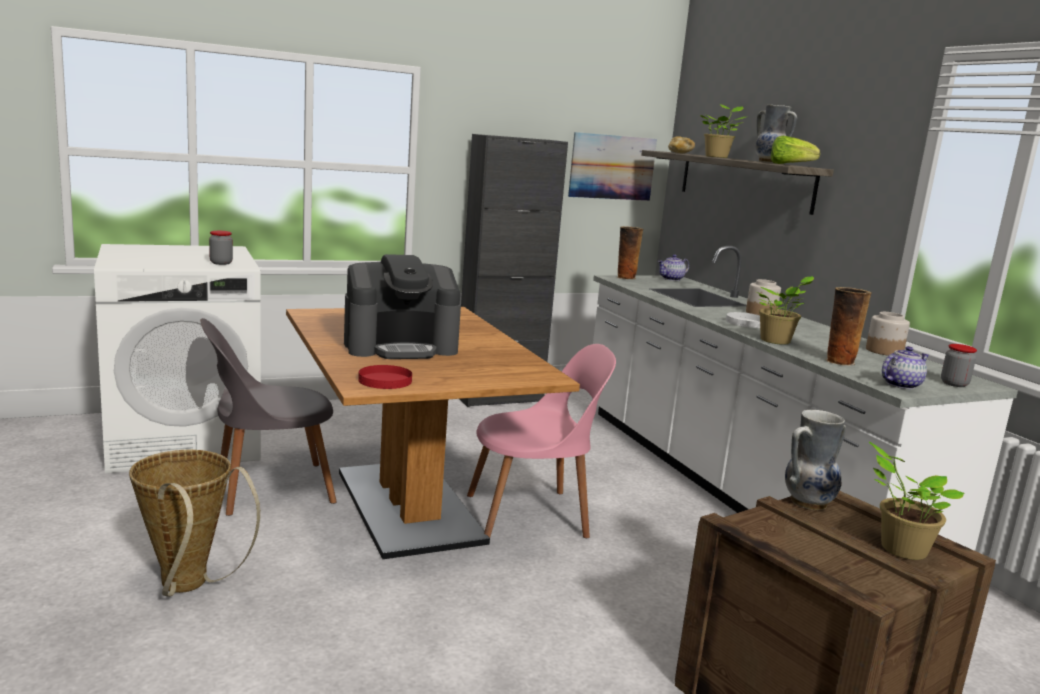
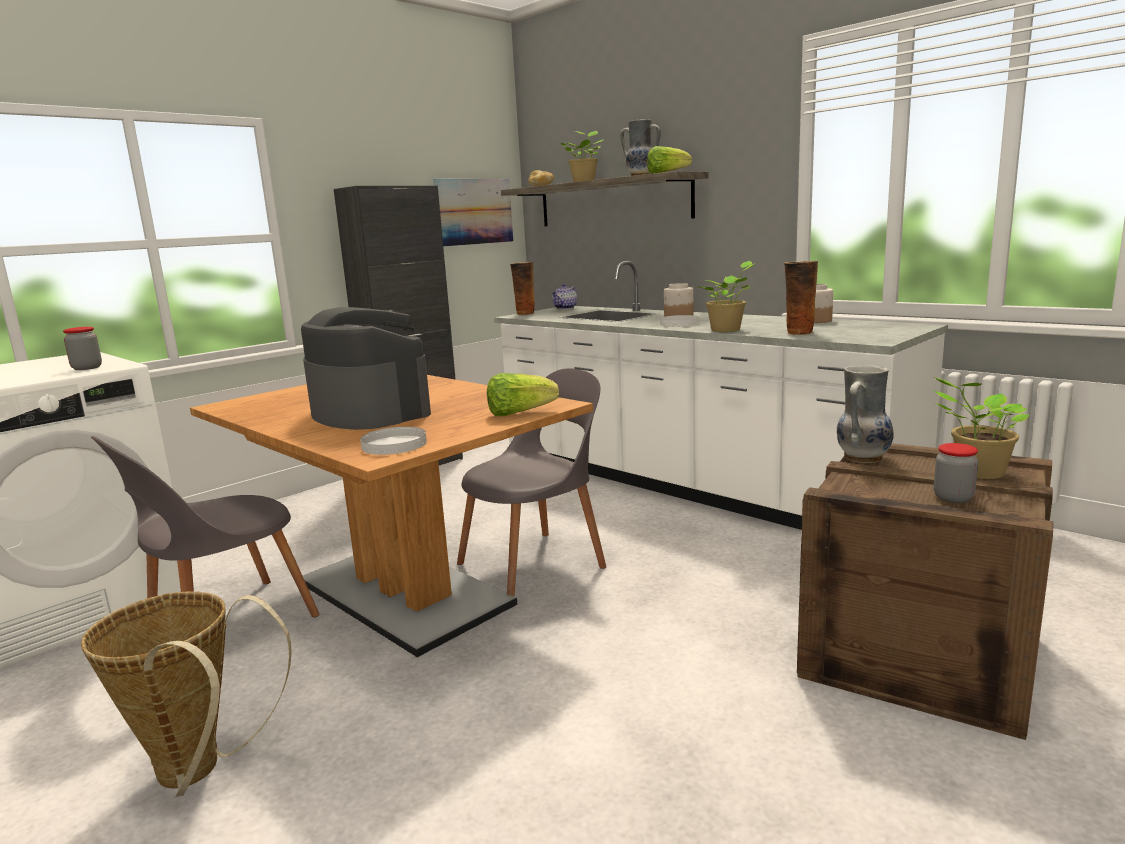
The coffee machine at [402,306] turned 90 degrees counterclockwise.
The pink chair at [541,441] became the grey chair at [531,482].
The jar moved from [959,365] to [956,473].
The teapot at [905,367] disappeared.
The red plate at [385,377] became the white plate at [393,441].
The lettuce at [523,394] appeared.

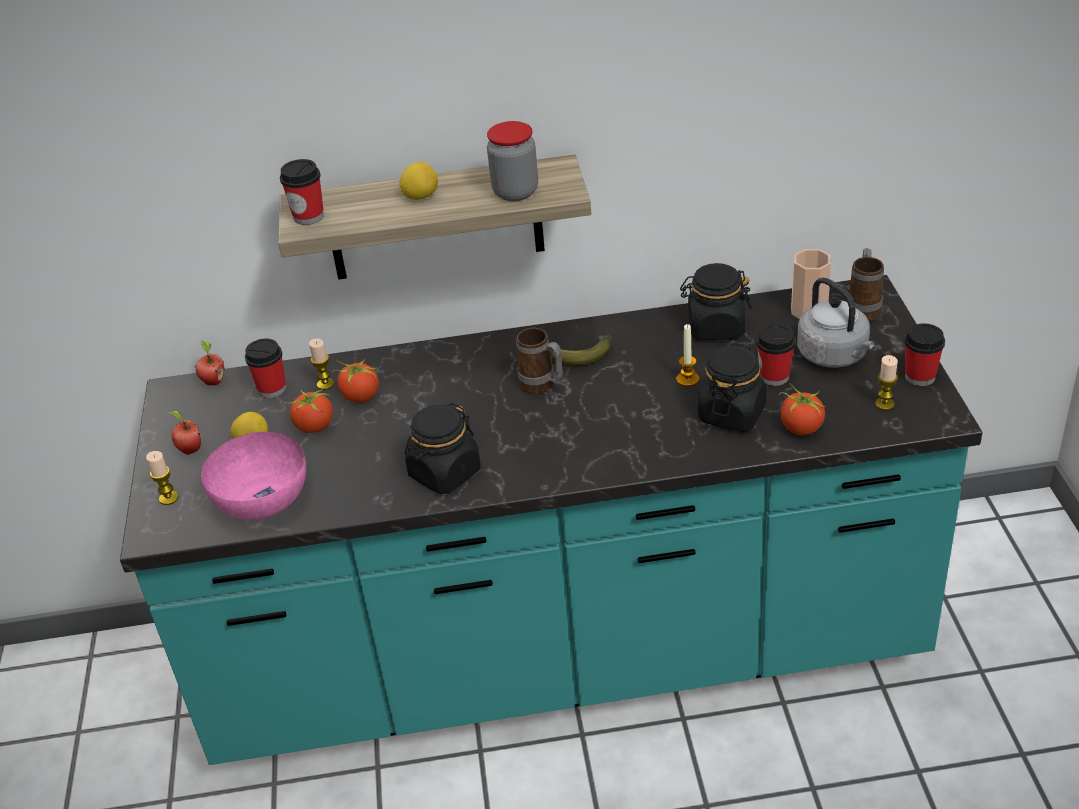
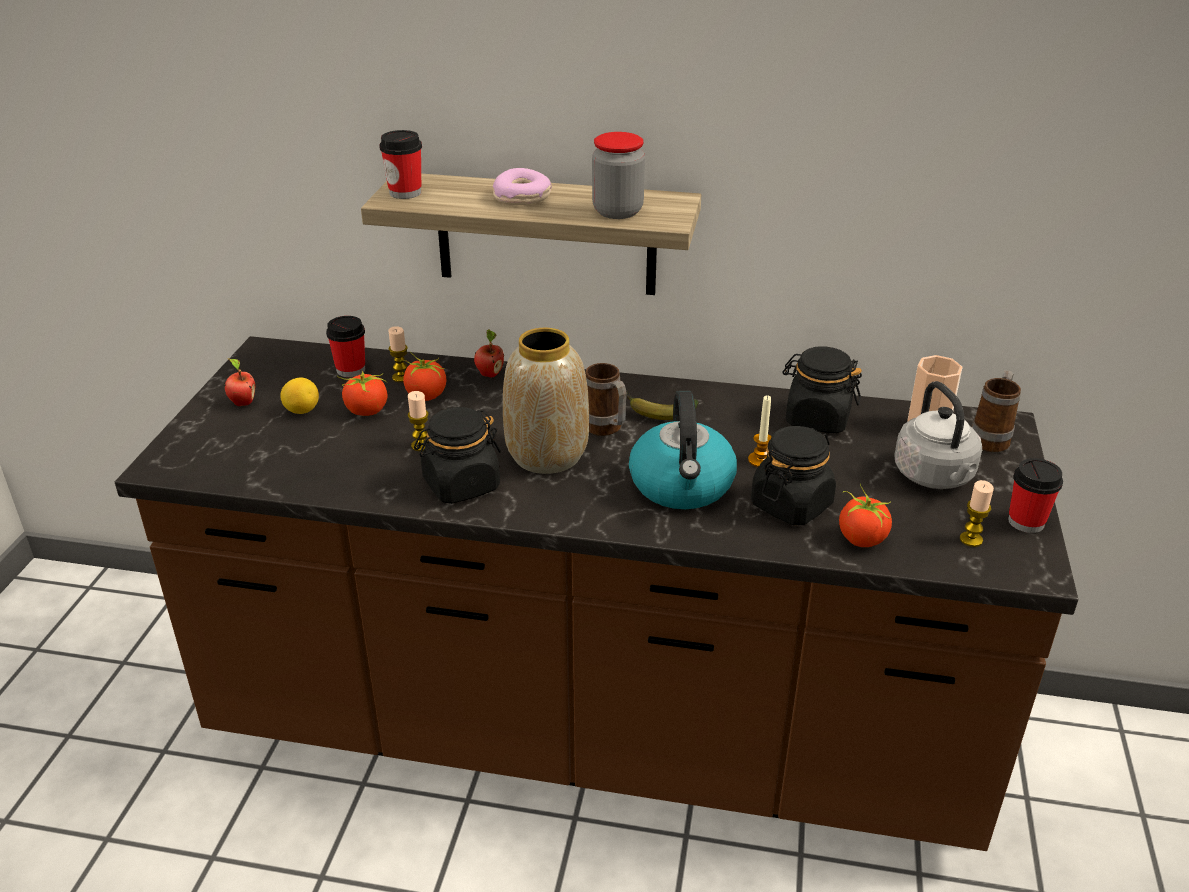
The lemon at [418,181] was replaced by the donut at [522,186].
The turquoise counter at [551,520] became the brown counter at [596,593].
The cup at [775,355] disappeared.
The apple moved from [209,363] to [489,353].
The pink bowl at [253,476] disappeared.
The candle moved from [162,478] to [418,421].
The vase at [546,401] appeared.
The kettle at [683,449] appeared.

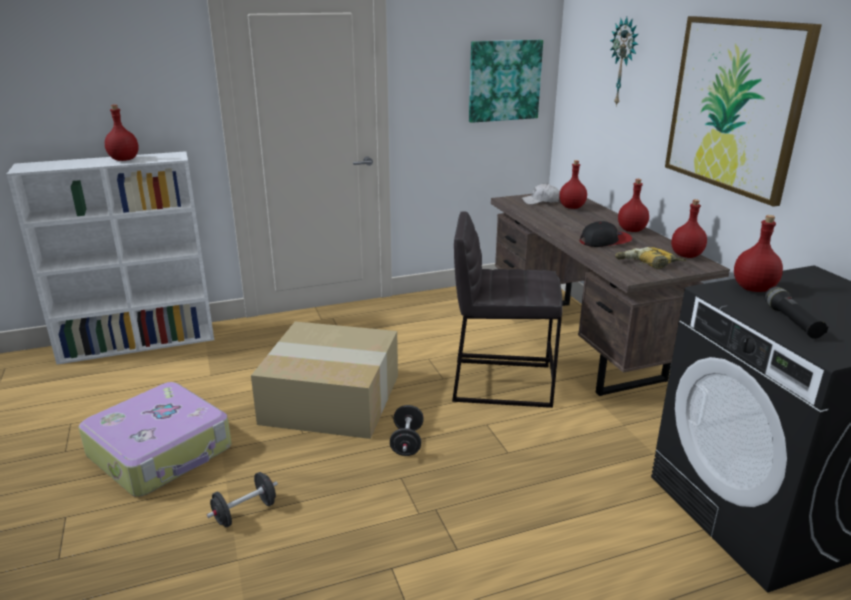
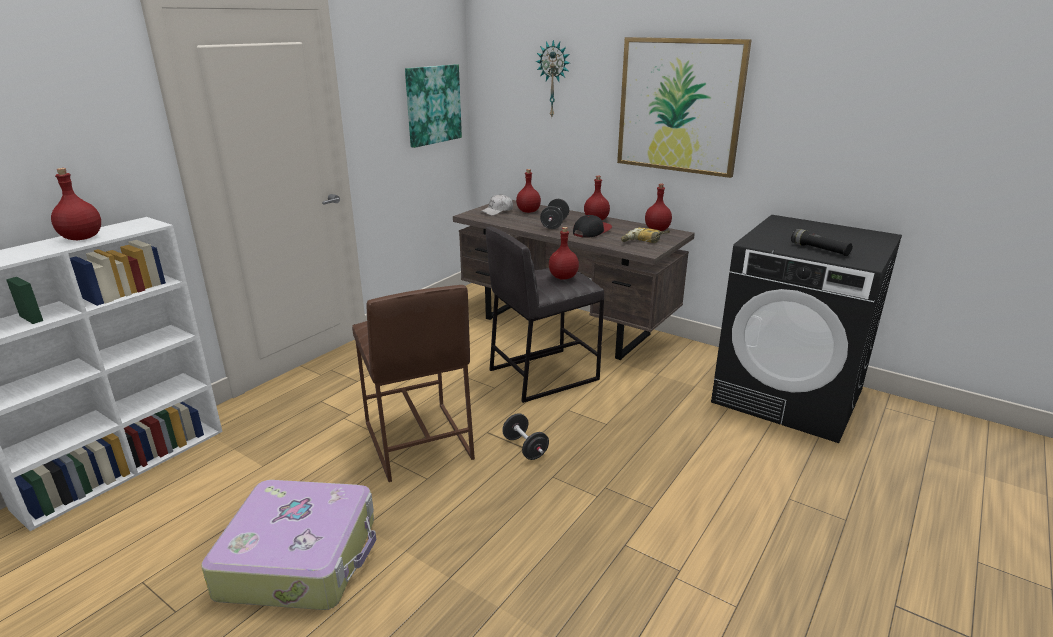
The red bottle moved from [758,253] to [564,253].
The cardboard box at [324,380] was replaced by the brown stool at [413,383].
The black dumbbell moved from [242,499] to [554,214].

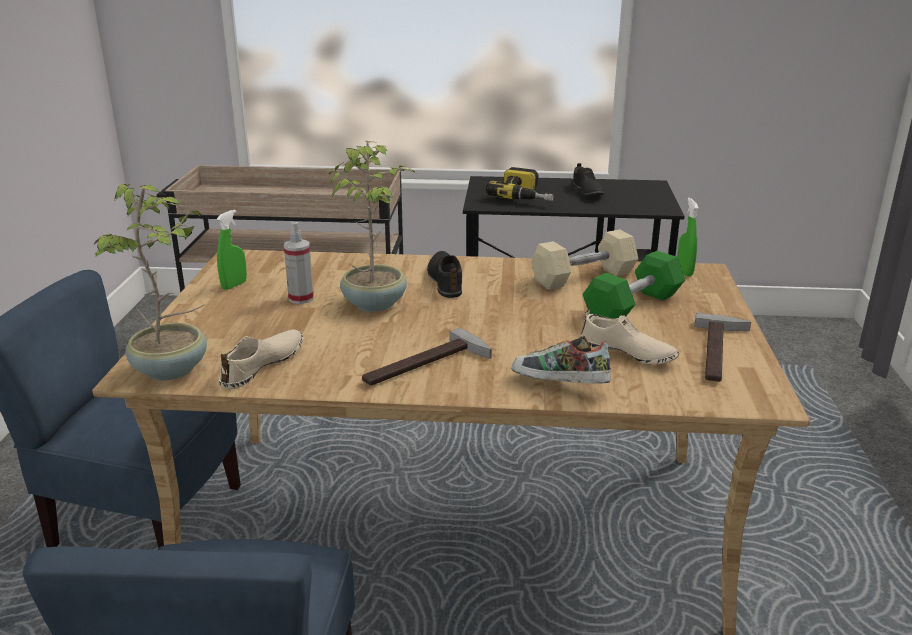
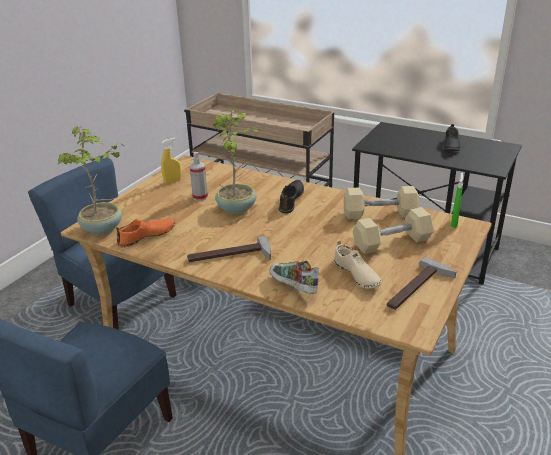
The power drill at [519,184] disappeared.
The green spray bottle at [231,250] became the yellow spray bottle at [171,161].
The green dumbbell at [634,285] became the beige dumbbell at [393,230].
The beige shoe at [260,359] became the orange shoe at [146,233].

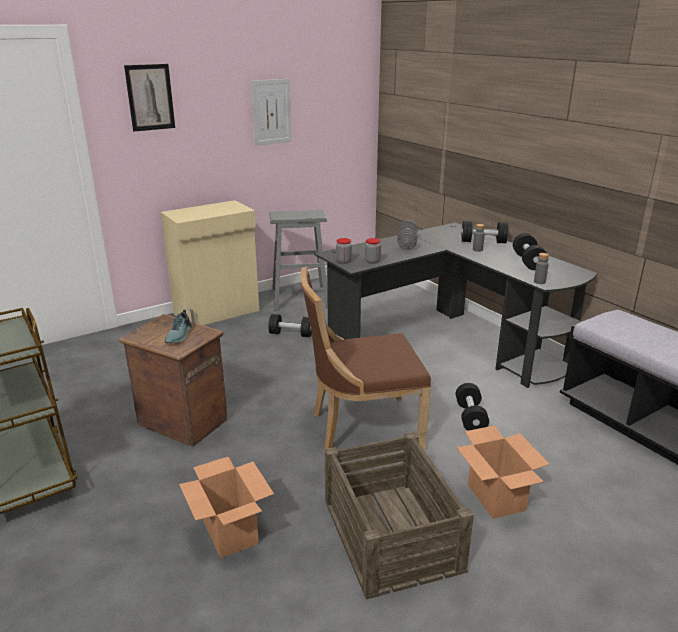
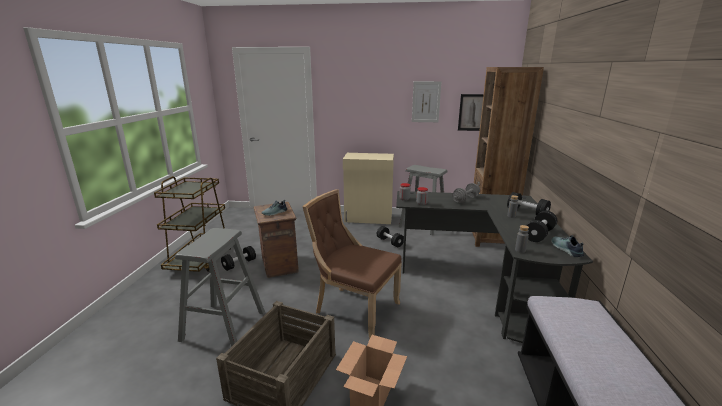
The picture moved from [149,97] to [471,112].
The black dumbbell moved from [472,407] to [238,258].
The cardboard box at [226,507] was replaced by the grey stool at [220,287].
The brown bookcase at [508,157] appeared.
The shoe at [567,246] appeared.

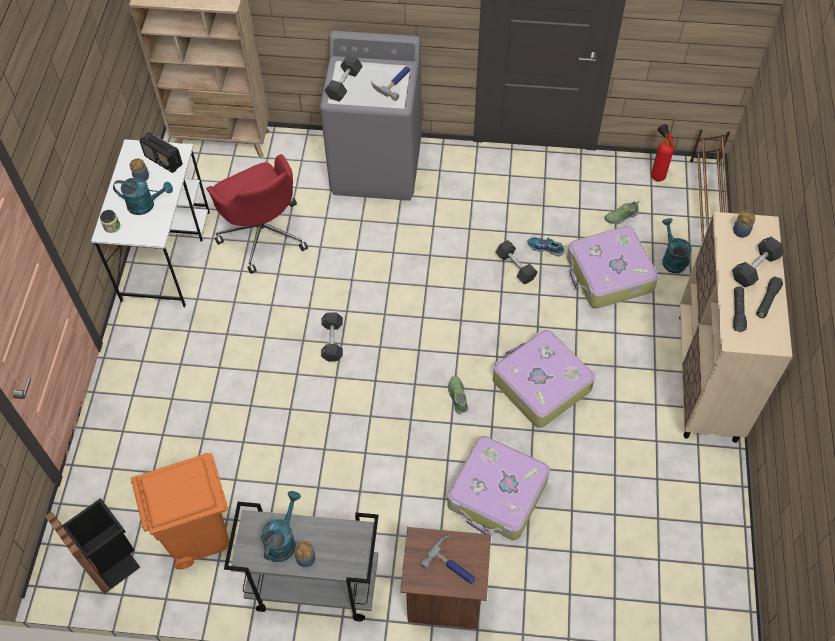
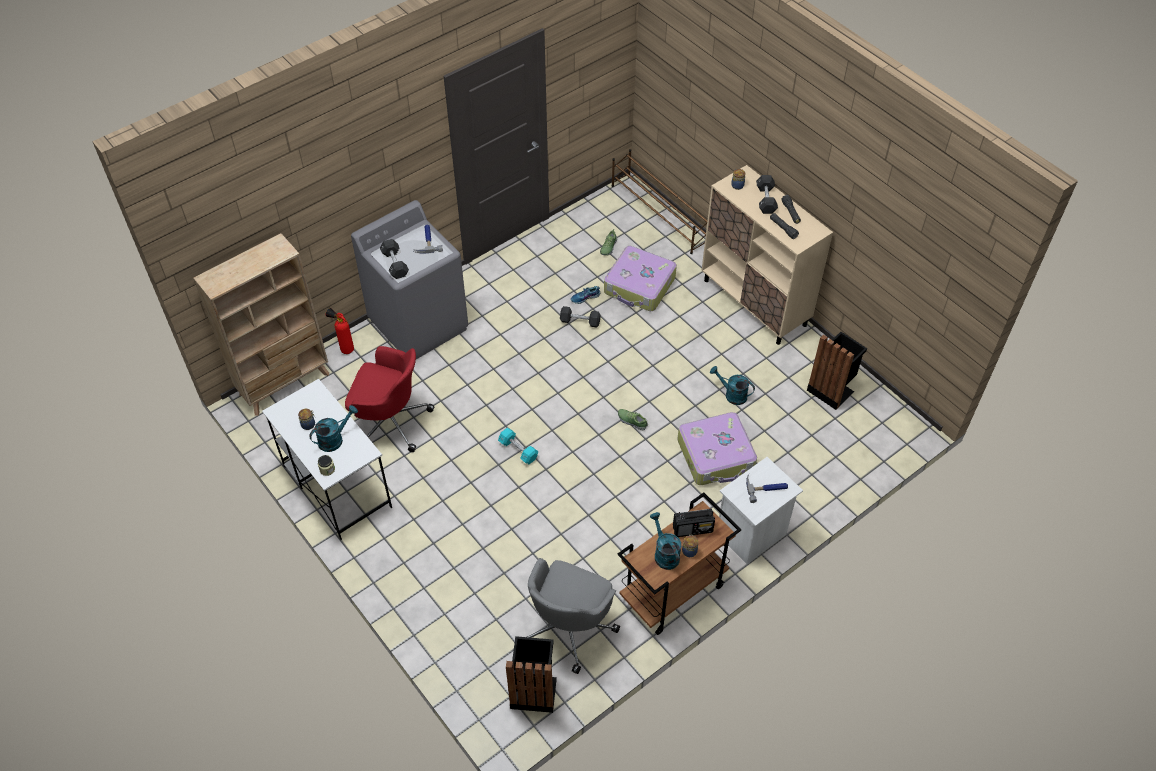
The fire extinguisher moved from [662,152] to [339,331].
The radio moved from [161,152] to [694,523].
The turquoise watering can moved from [677,246] to [732,385].
The black dumbbell at [332,336] became the turquoise dumbbell at [518,446].
The suitcase at [544,379] disappeared.
The orange trash can at [180,511] was replaced by the grey office chair at [573,616].
The grey cart at [301,561] became the brown cart at [679,563].
The brown nightstand at [445,578] became the white nightstand at [761,510].
The black trash can at [837,371] appeared.

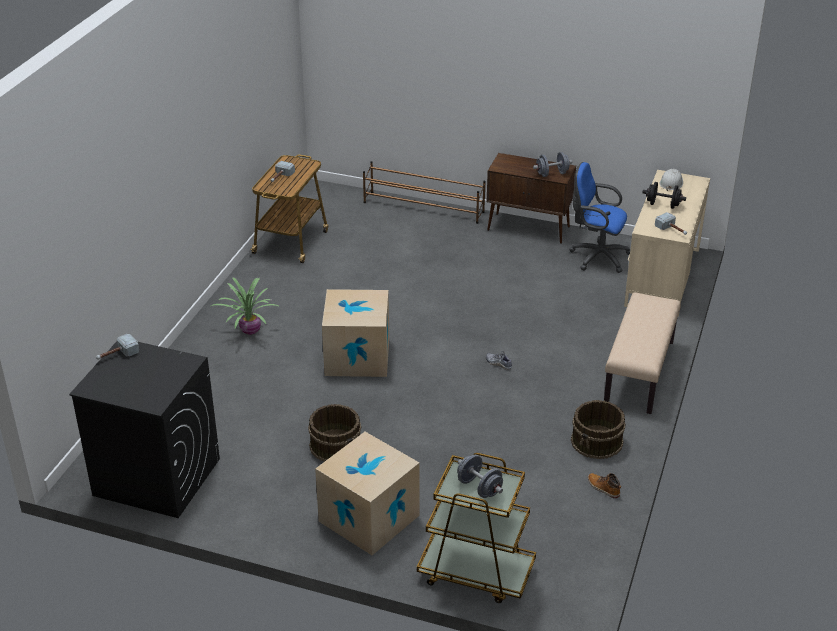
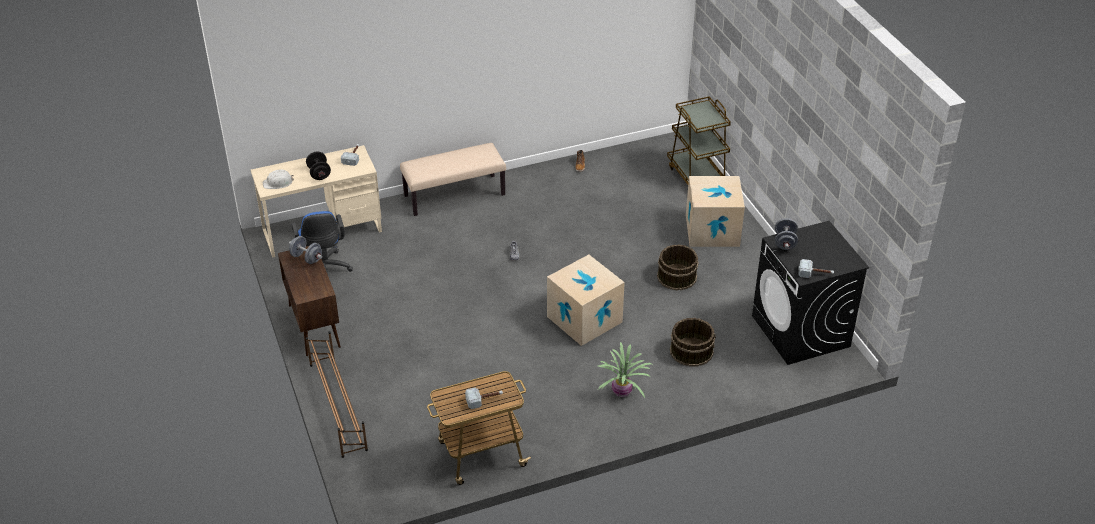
The brown bucket moved from [598,429] to [693,342].
The grey dumbbell moved from [480,476] to [786,234].

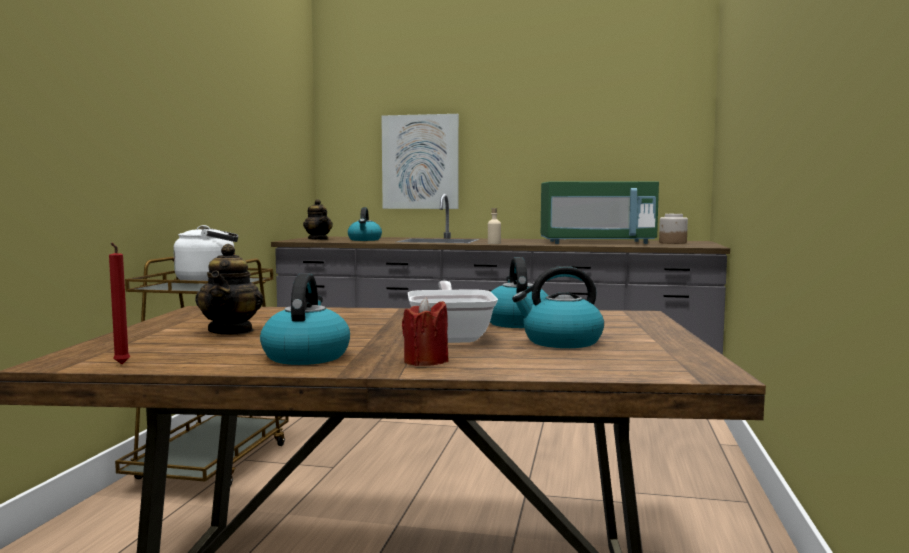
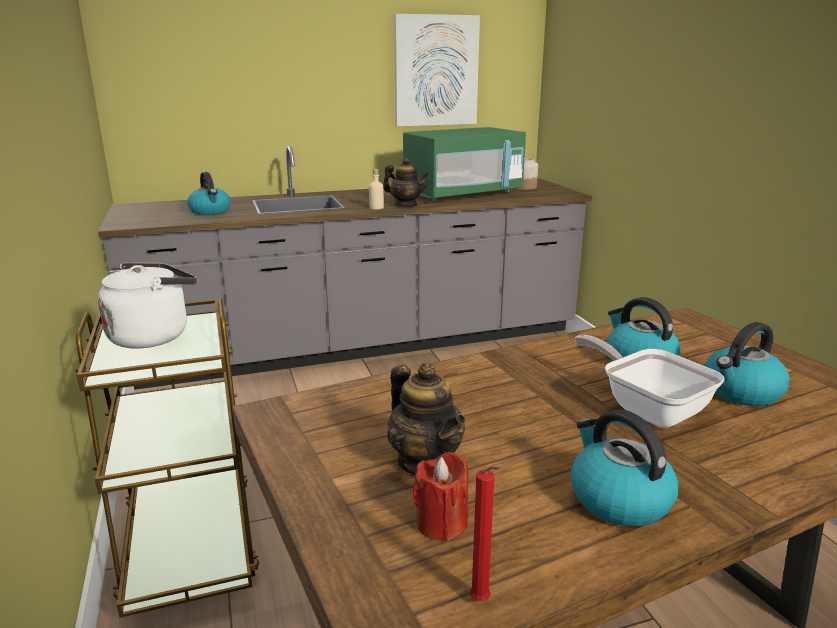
The picture moved from [420,161] to [437,70].
The teapot moved from [318,219] to [406,182].
The red candle moved from [425,331] to [441,497].

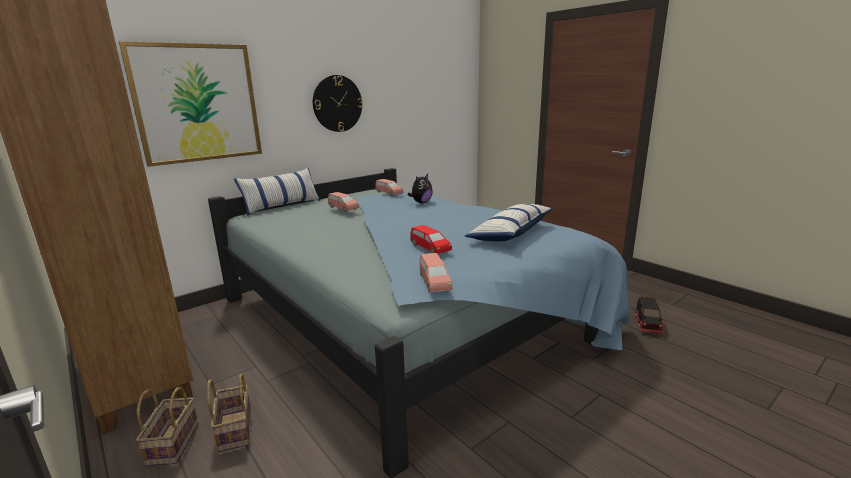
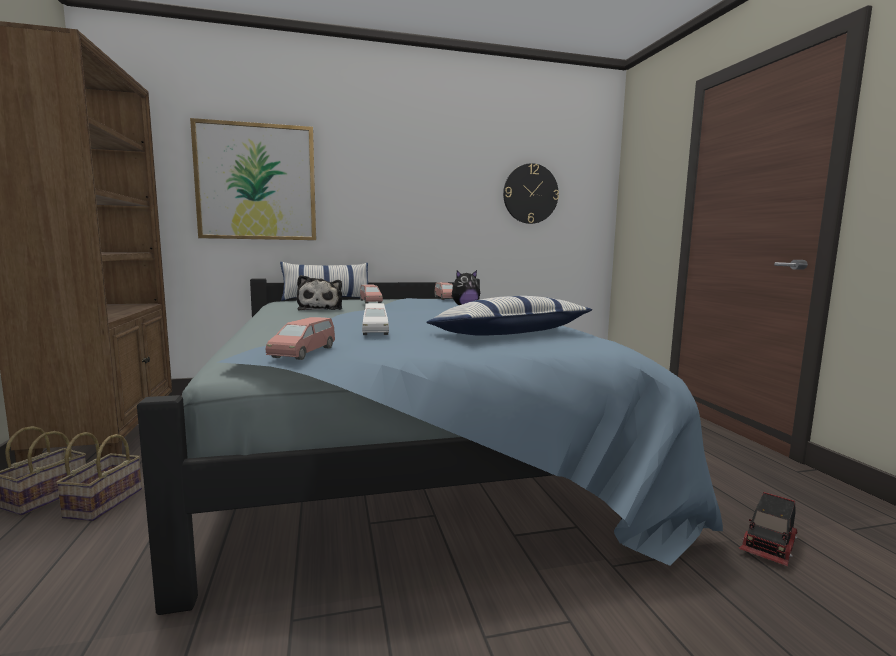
The wall clock moved from [338,103] to [531,193].
The red toy car at [431,239] became the white toy car at [375,319].
The plush toy at [319,292] appeared.

